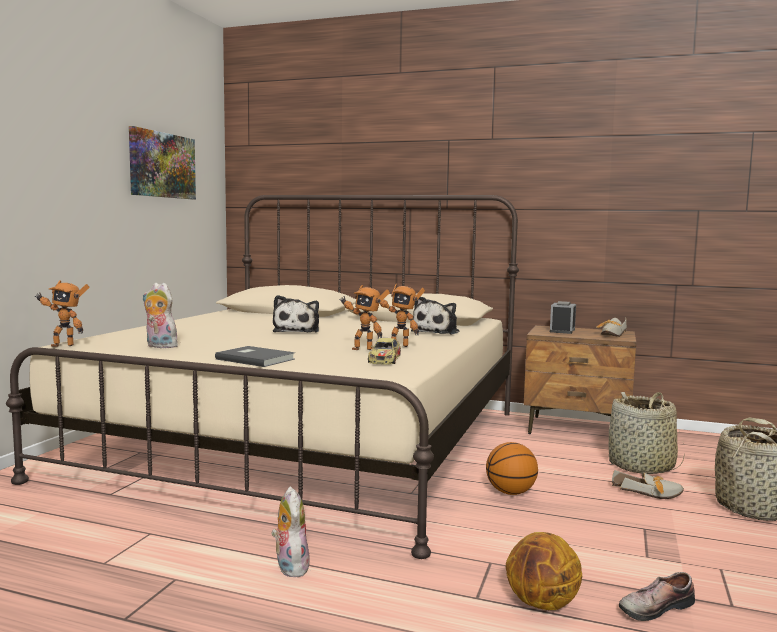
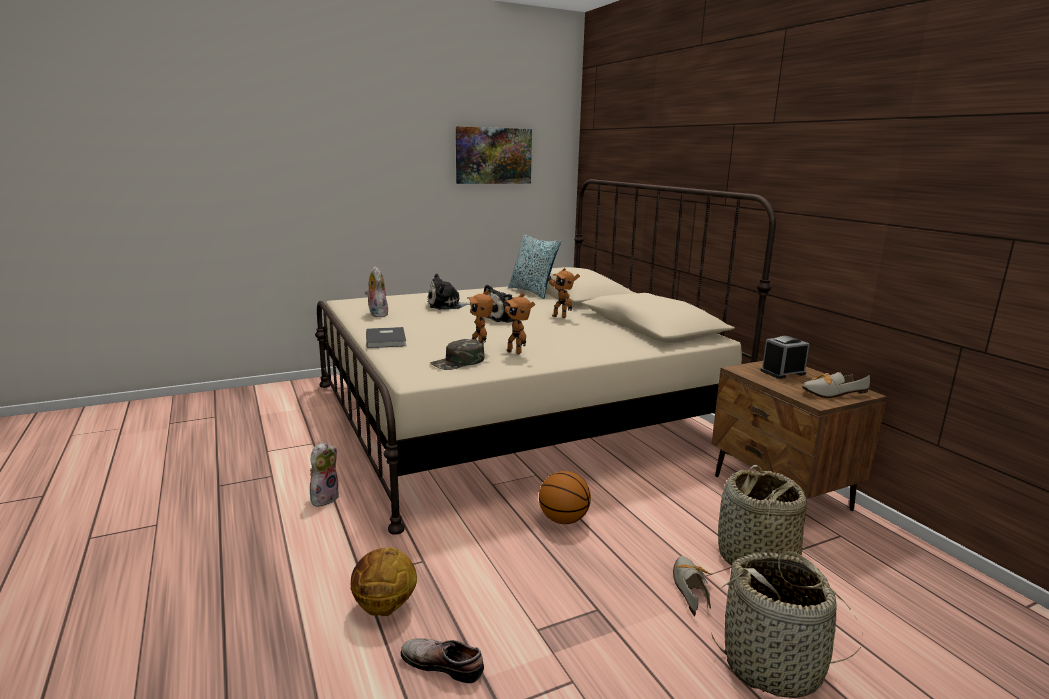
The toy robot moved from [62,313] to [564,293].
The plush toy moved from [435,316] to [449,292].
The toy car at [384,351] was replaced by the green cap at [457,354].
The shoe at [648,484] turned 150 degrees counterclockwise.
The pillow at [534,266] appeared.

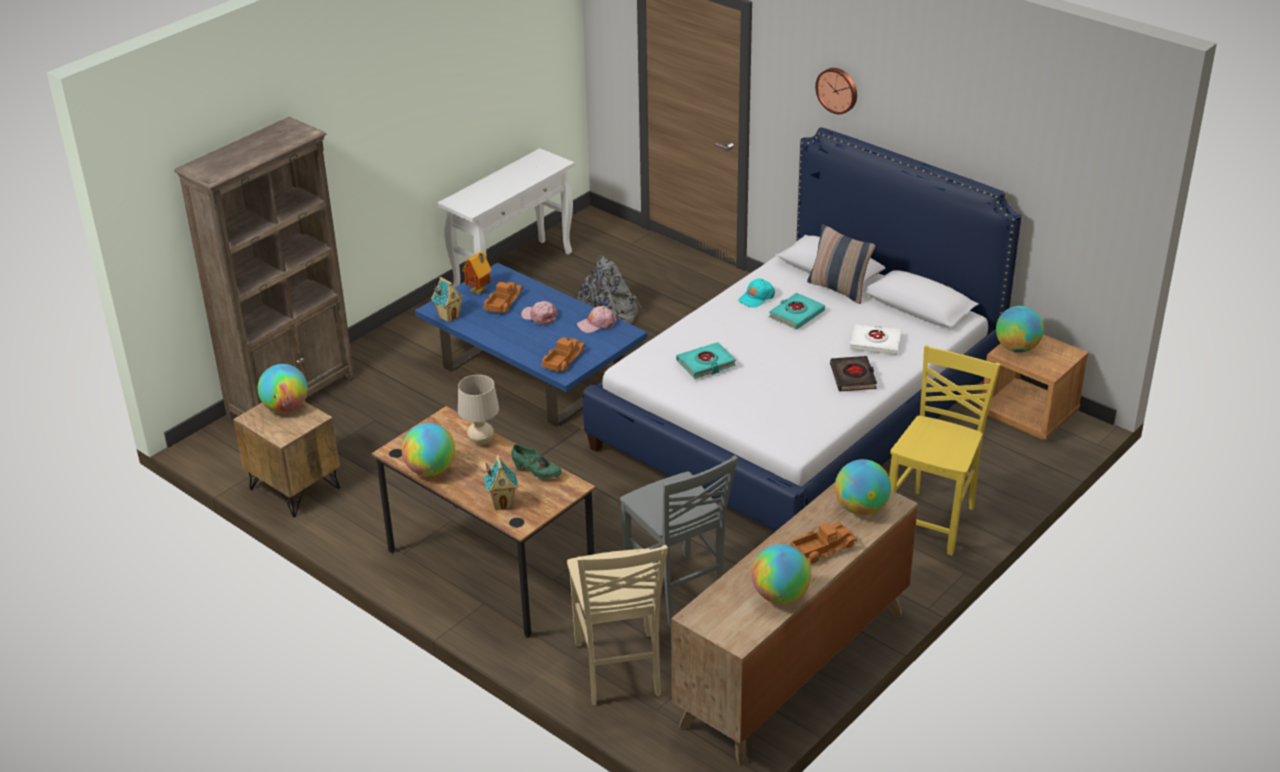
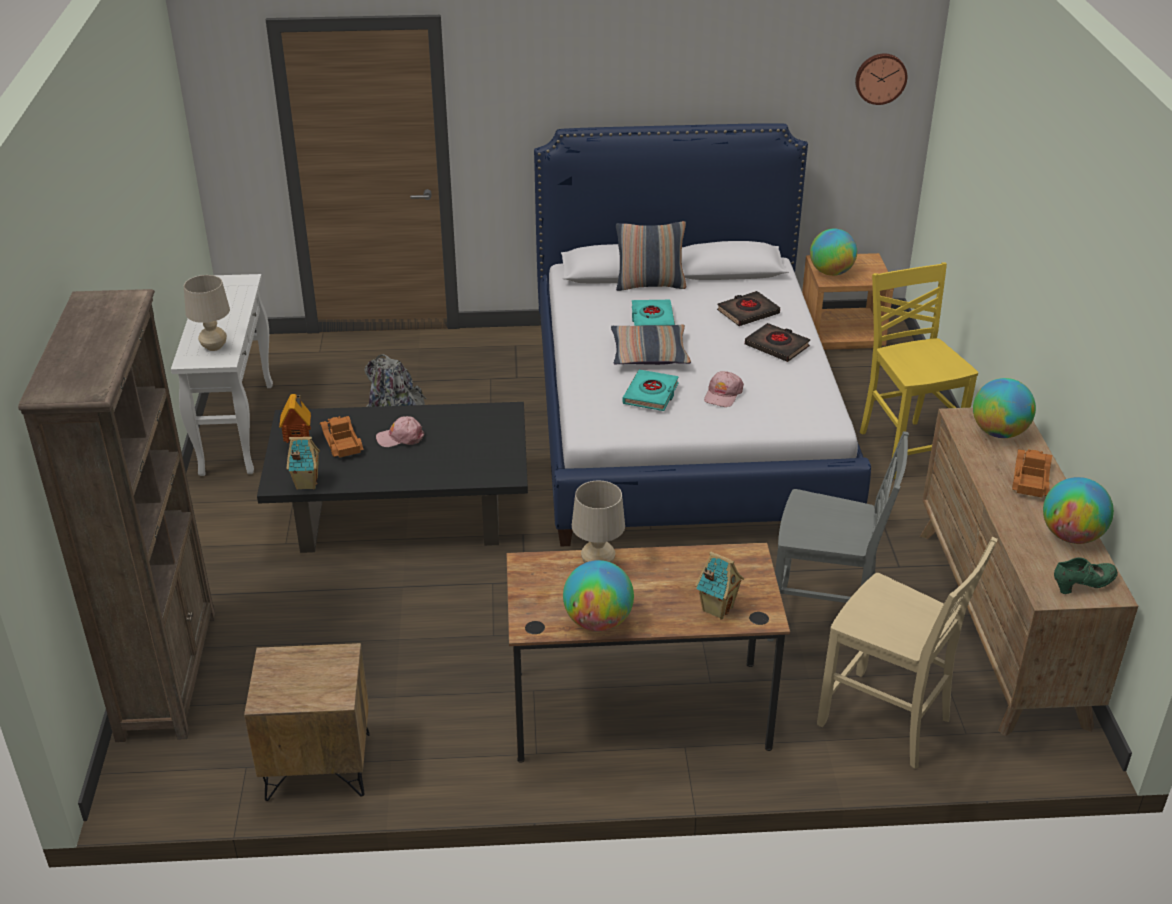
The wall clock moved from [836,91] to [881,79].
The blue coffee table at [531,345] became the black coffee table at [392,477].
The turquoise cap at [756,293] disappeared.
The pink cap moved from [597,319] to [724,389].
The white book at [875,340] became the black book at [748,308].
The toy truck at [563,354] disappeared.
The globe at [283,388] disappeared.
The green shoe moved from [536,461] to [1086,575].
The beige table lamp at [207,313] appeared.
The pillow at [651,345] appeared.

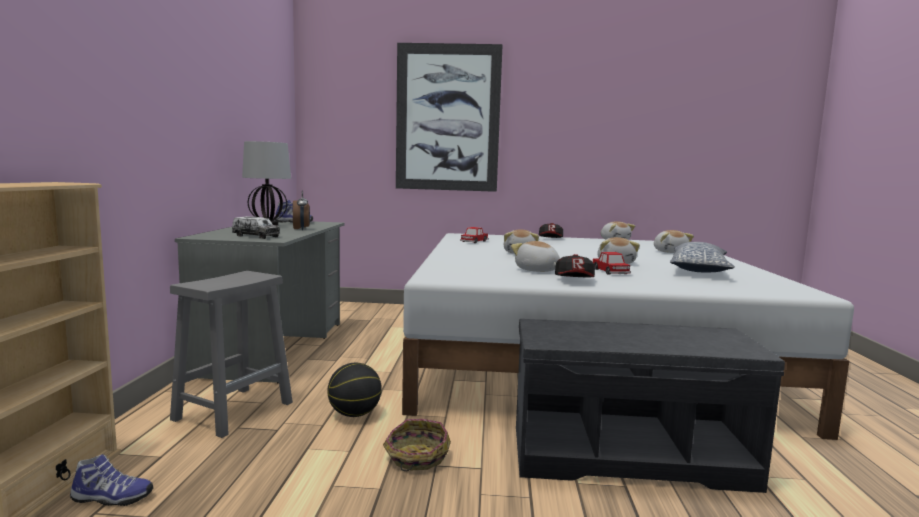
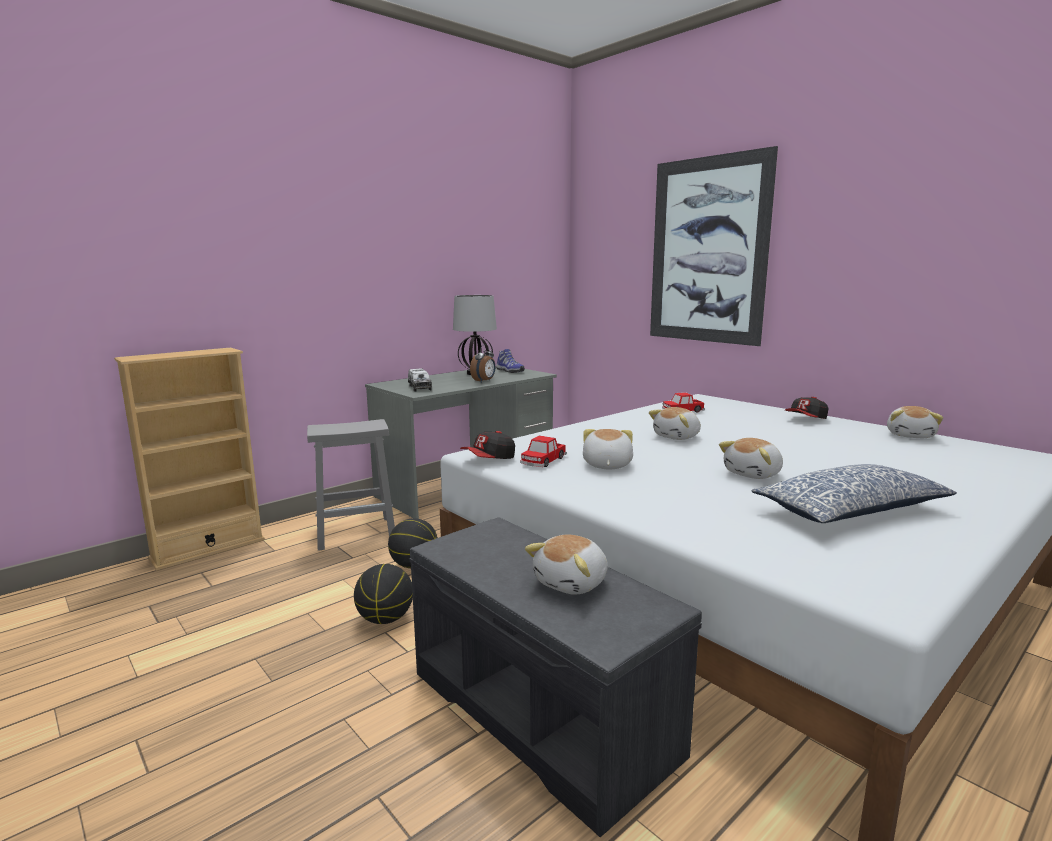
The plush toy moved from [674,241] to [566,564].
The toy car moved from [612,263] to [543,451].
The cap moved from [575,265] to [487,445].
The basket at [417,445] was replaced by the basketball at [383,594].
The shoe at [111,480] disappeared.

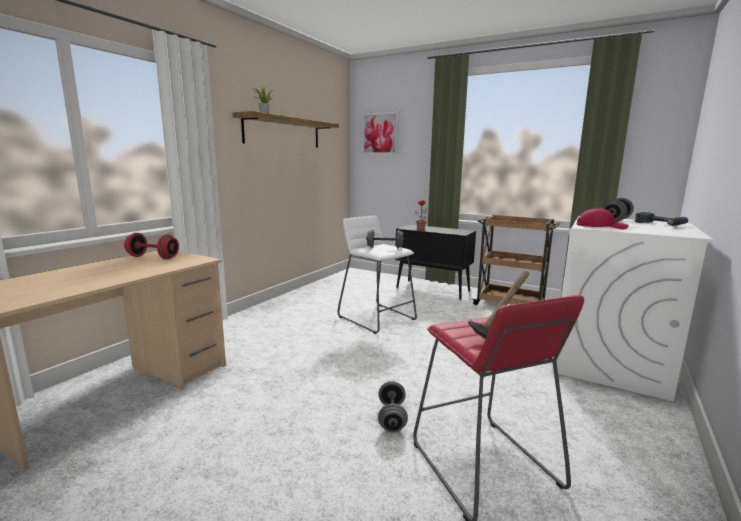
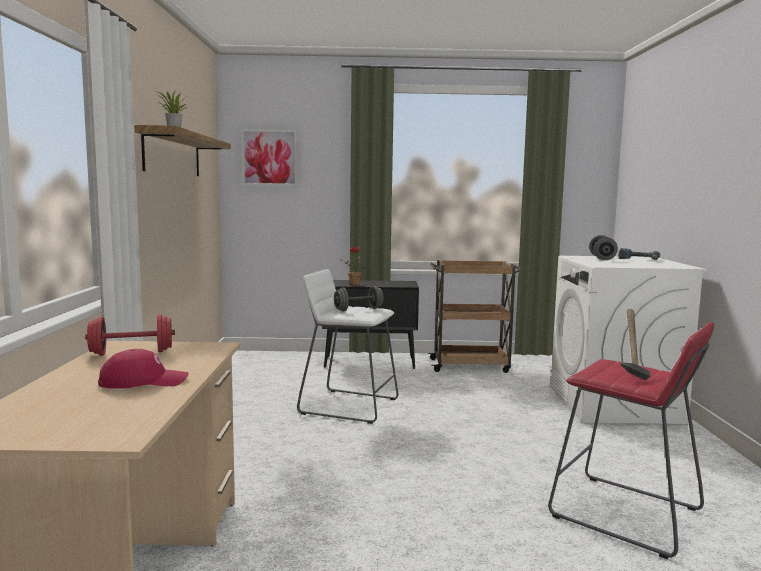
The red cap moved from [603,218] to [143,369].
The grey dumbbell at [393,407] disappeared.

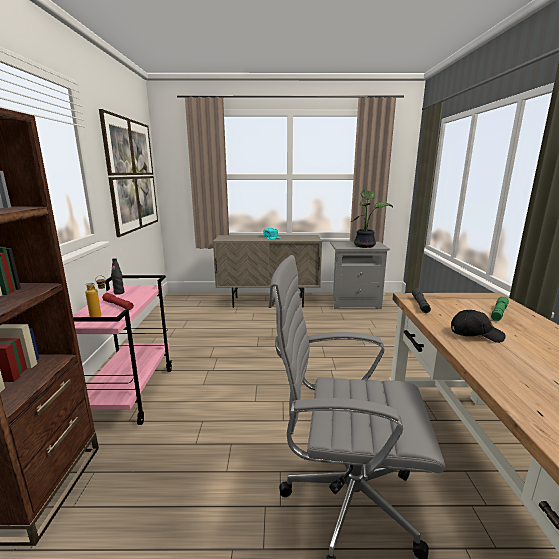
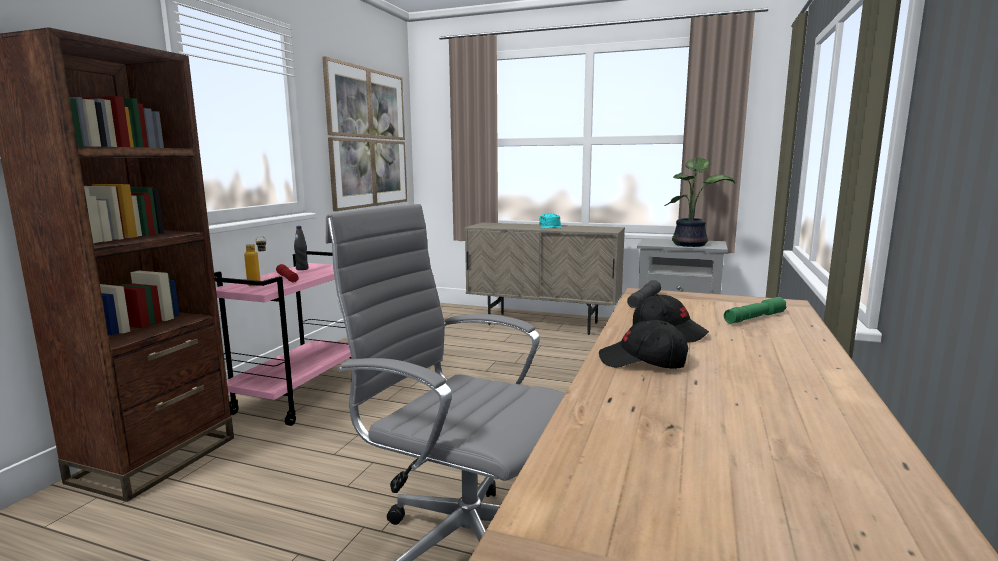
The black cap at [643,344] appeared.

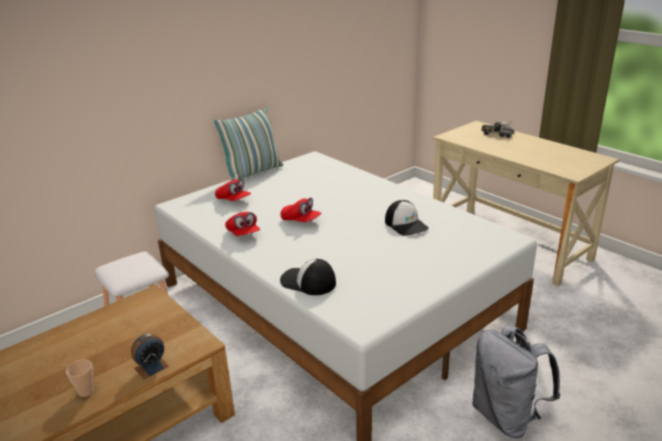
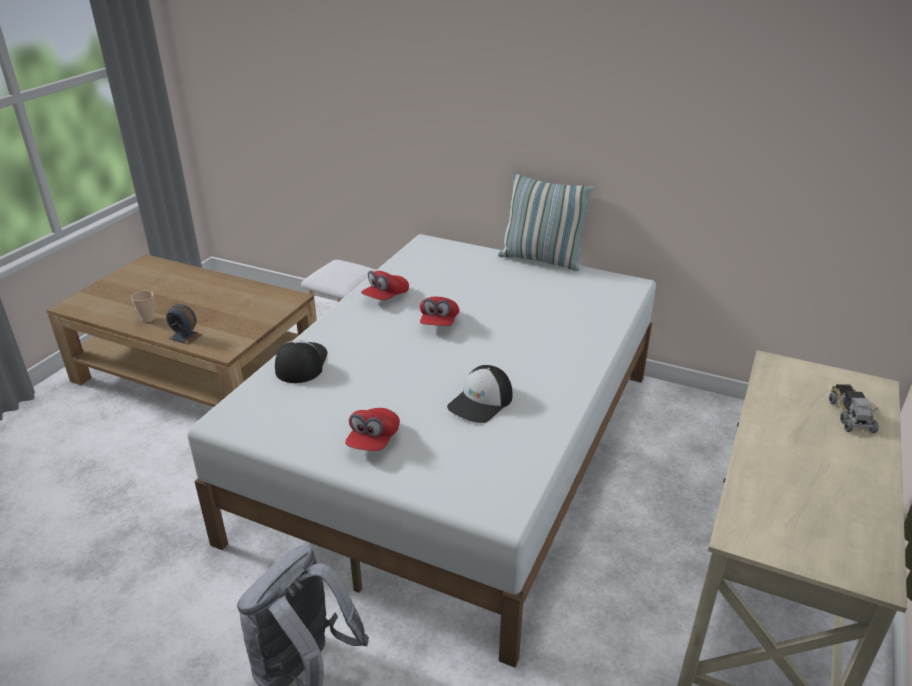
The red cap moved from [233,190] to [372,429].

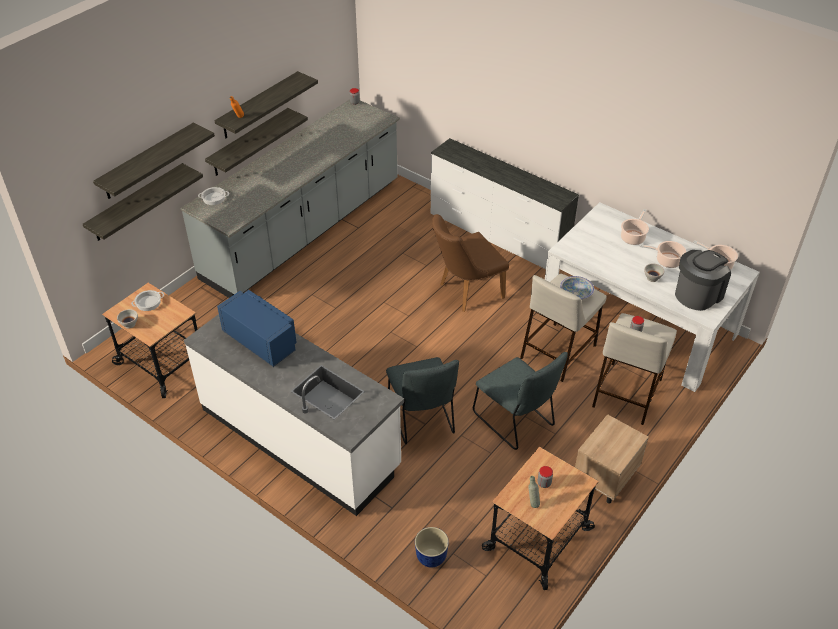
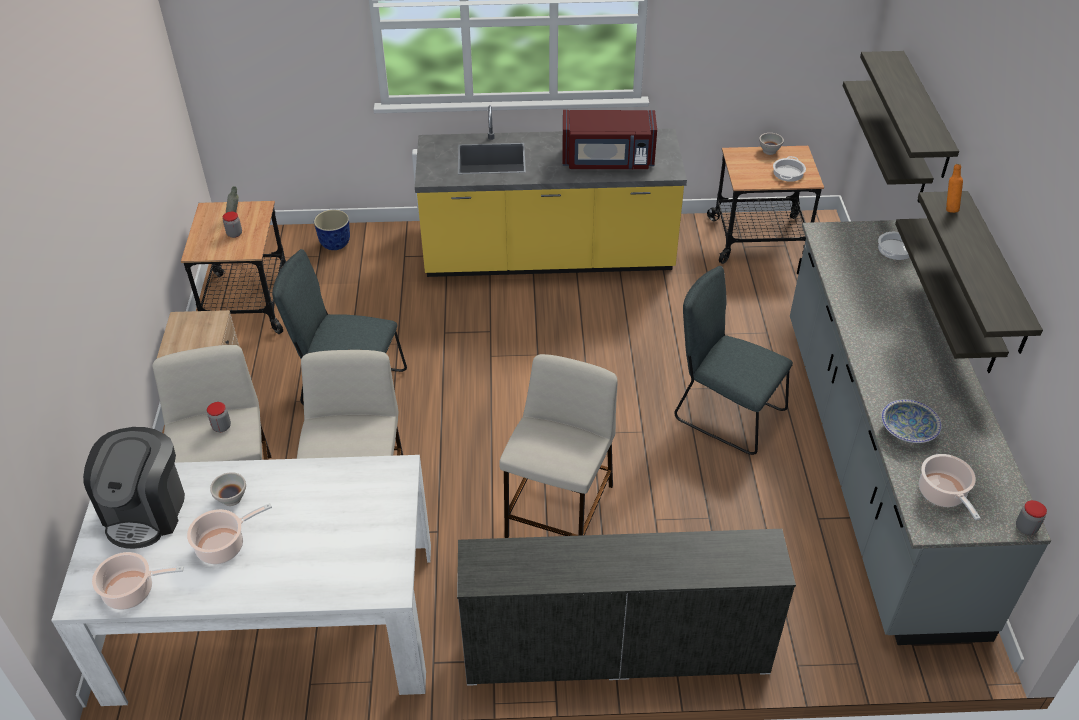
The cooking pot moved from [635,227] to [949,487].
The brown chair at [470,263] was replaced by the beige stool at [558,446].
The bowl moved from [577,288] to [911,421].
The blue microwave at [257,328] became the red microwave at [610,139].
The white counter at [294,415] became the yellow counter at [551,191].
The grey chair moved from [422,400] to [733,360].

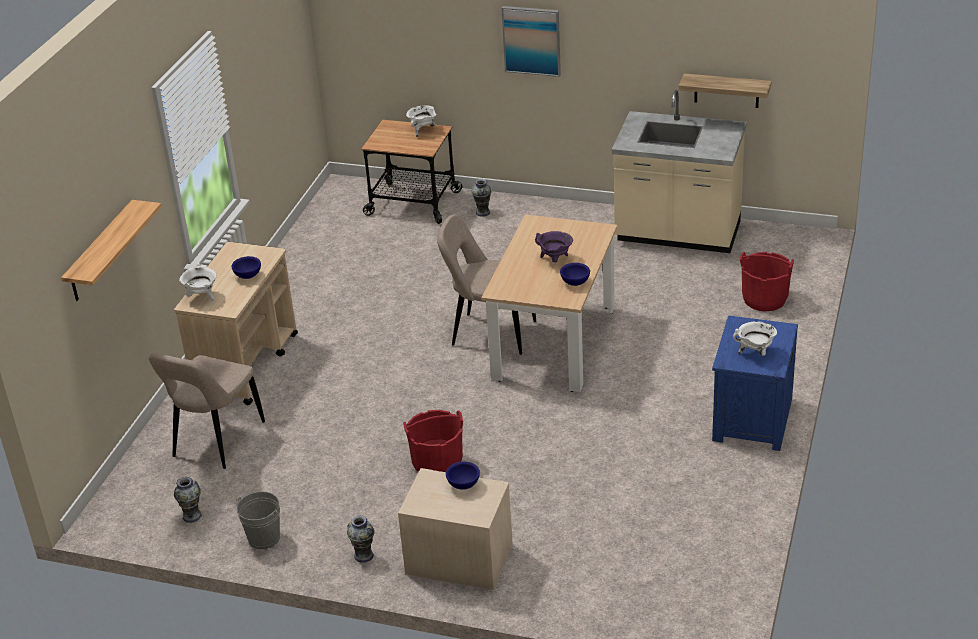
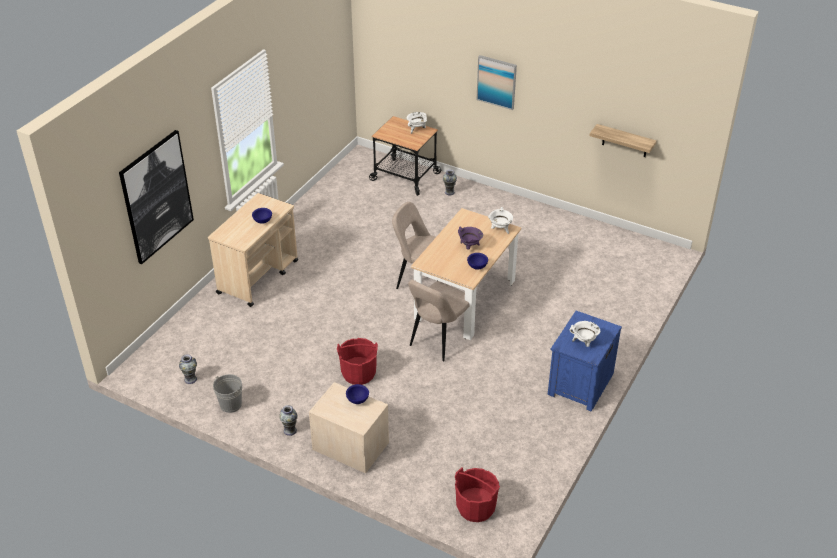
The beige counter at [679,171] disappeared.
The shelf at [111,250] was replaced by the picture at [156,197].
The red bucket moved from [767,281] to [477,494].
The white cooking pot moved from [197,282] to [500,220].
The beige chair moved from [207,410] to [439,320].

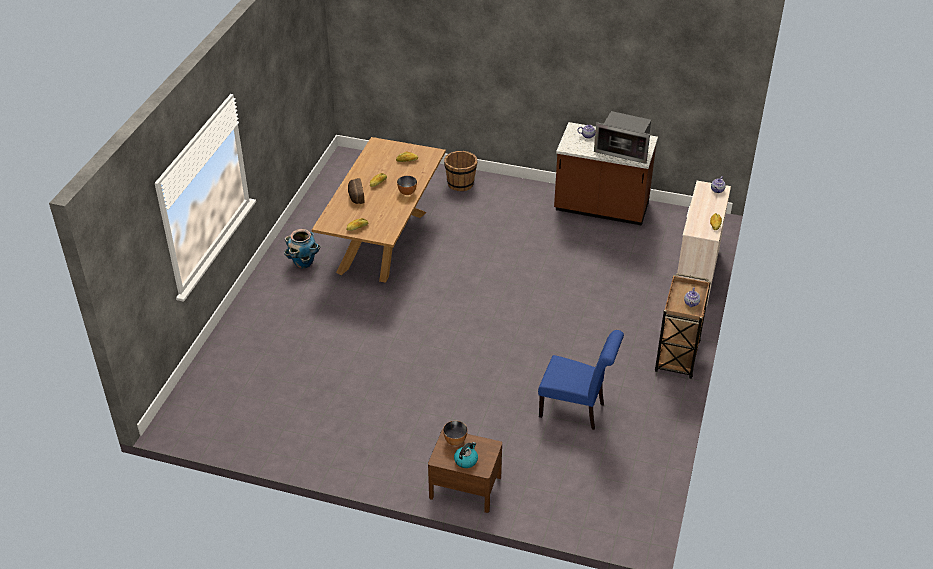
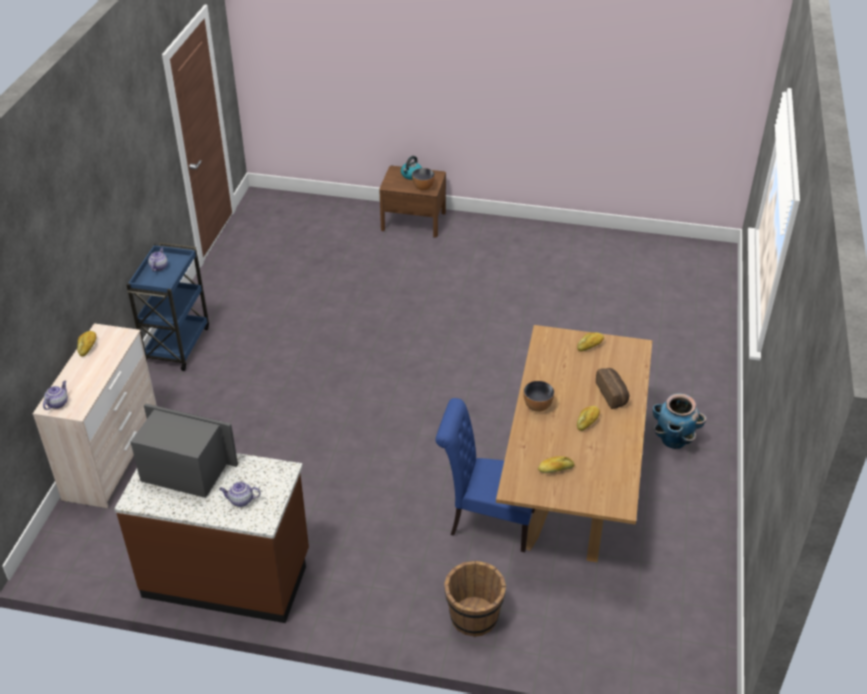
The brown cart at [683,326] became the blue cart at [167,306].
The blue chair moved from [581,380] to [485,475].

